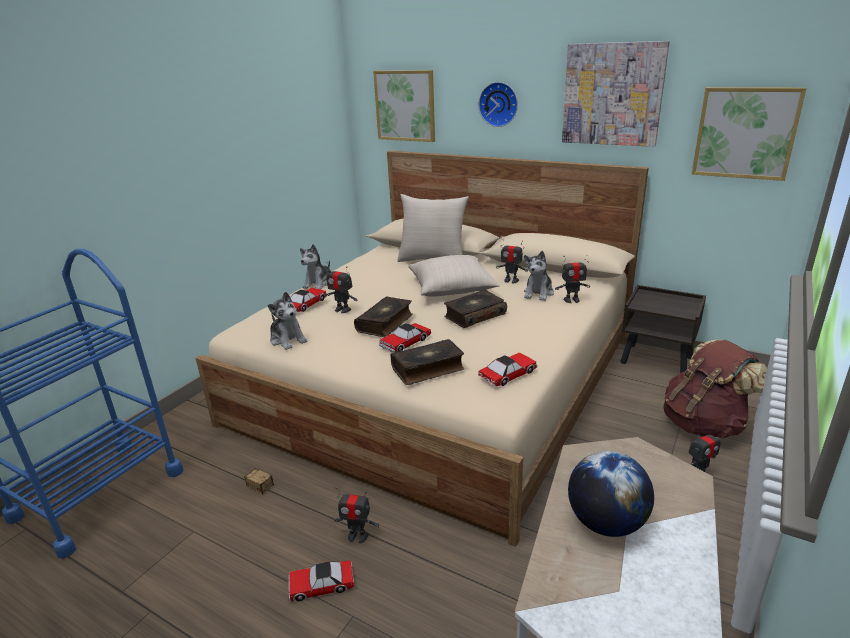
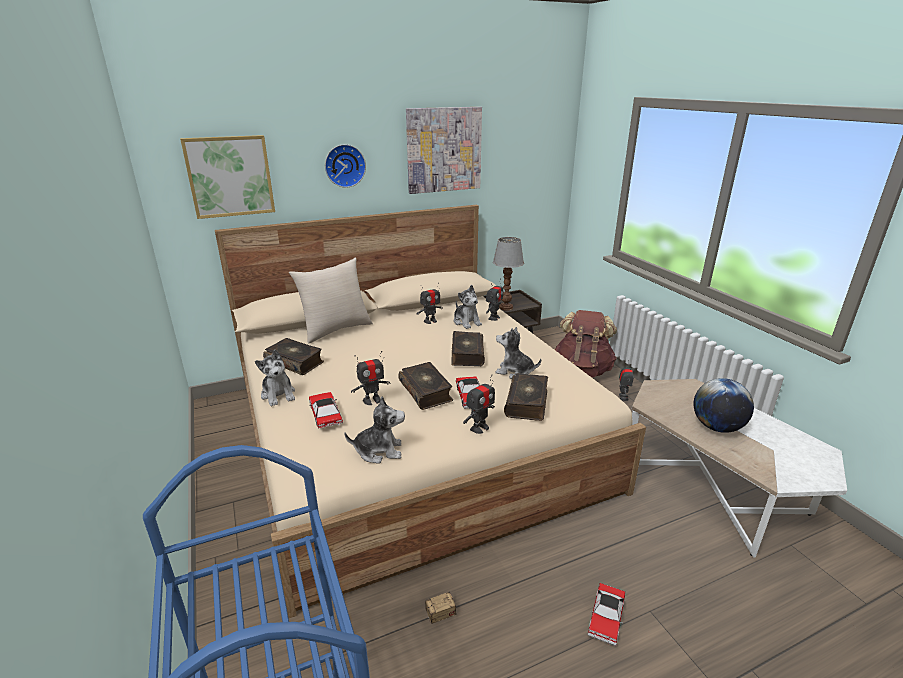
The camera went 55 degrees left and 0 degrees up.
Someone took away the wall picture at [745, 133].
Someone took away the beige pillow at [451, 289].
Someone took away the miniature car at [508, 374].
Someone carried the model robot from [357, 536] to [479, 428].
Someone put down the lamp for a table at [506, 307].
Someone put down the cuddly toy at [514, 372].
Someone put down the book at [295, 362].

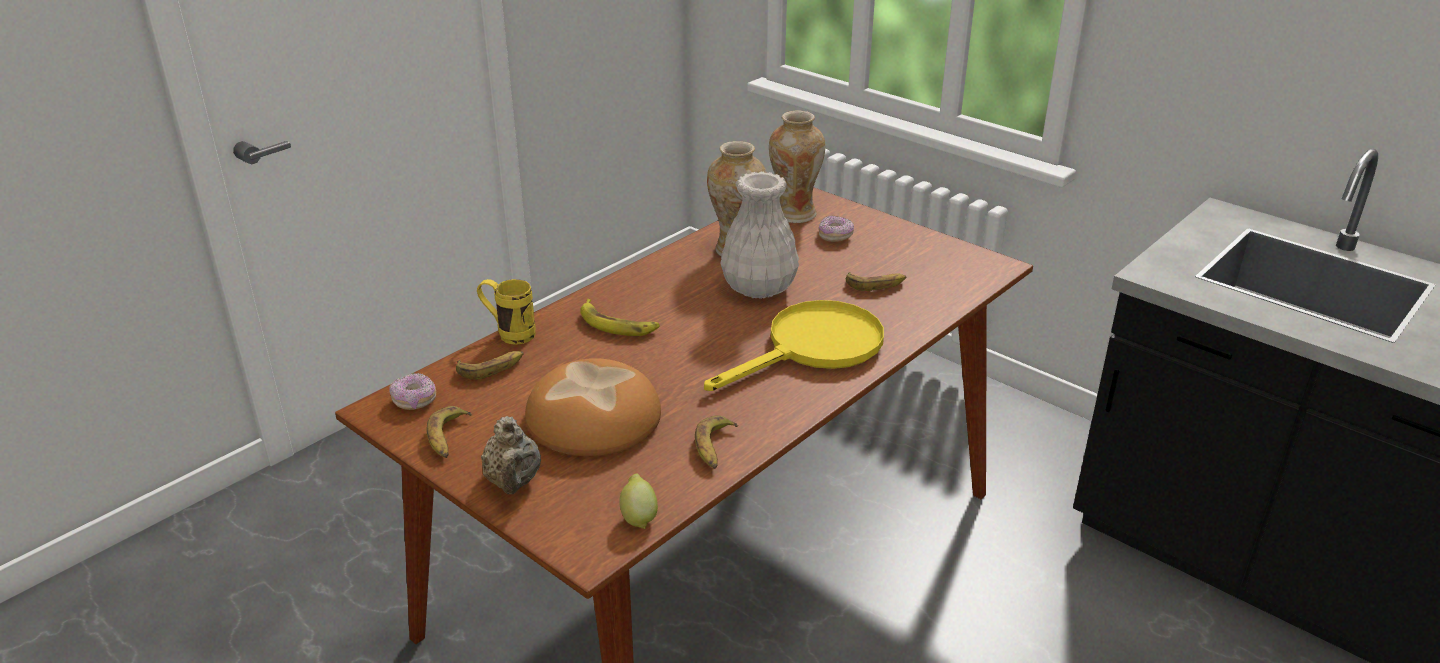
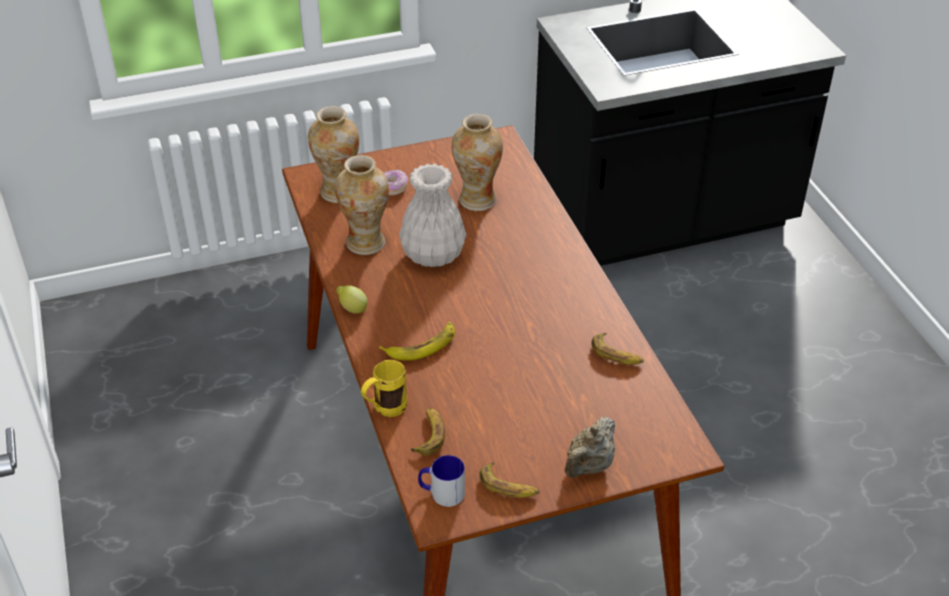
The camera went 60 degrees left and 10 degrees up.
Someone swapped the whole banana at [876, 284] for the decorative vase at [477, 200].
Someone took away the yellow-coloured skillet at [813, 348].
Someone took away the baked bread at [595, 418].
Someone swapped the ring doughnut at [414, 400] for the mug at [441, 493].
Someone rotated the beige teapot at [513, 482] by 105 degrees clockwise.
Someone carried the citrus fruit from [638, 517] to [352, 309].

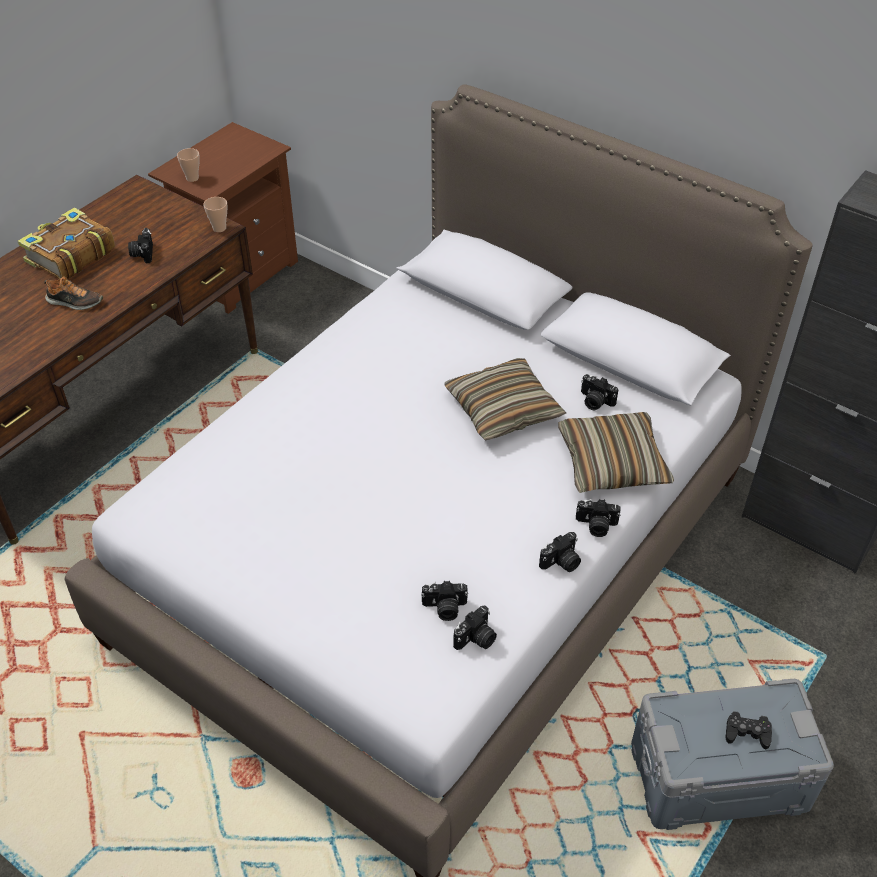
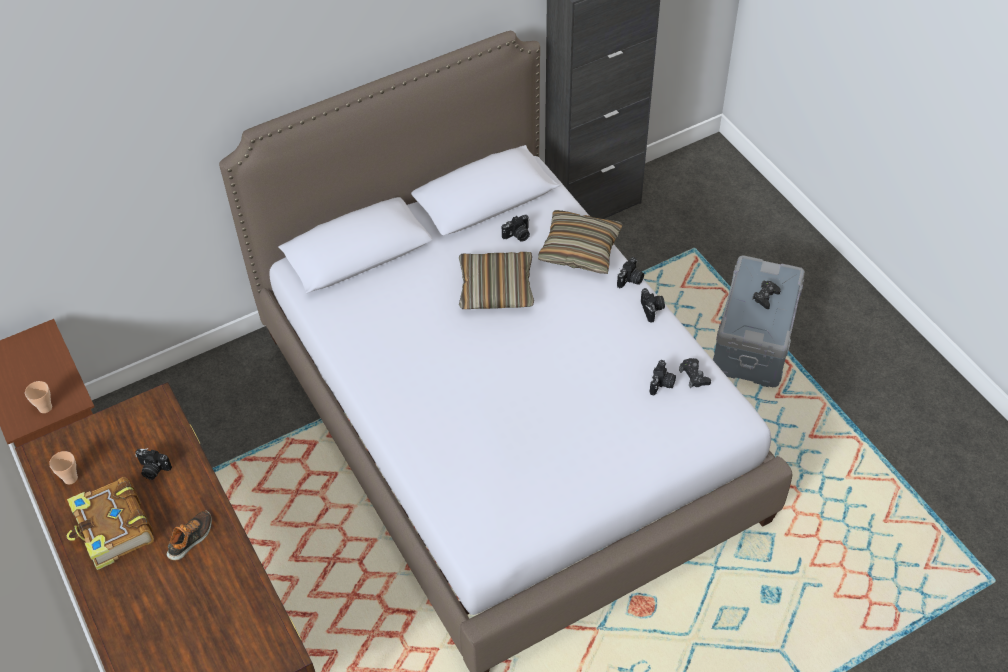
The camera went 65 degrees left and 5 degrees up.
Someone carried the drinking cup from [219, 228] to [70, 478].
Someone swapped the still camera at [476, 639] for the black-coloured joypad at [694, 376].

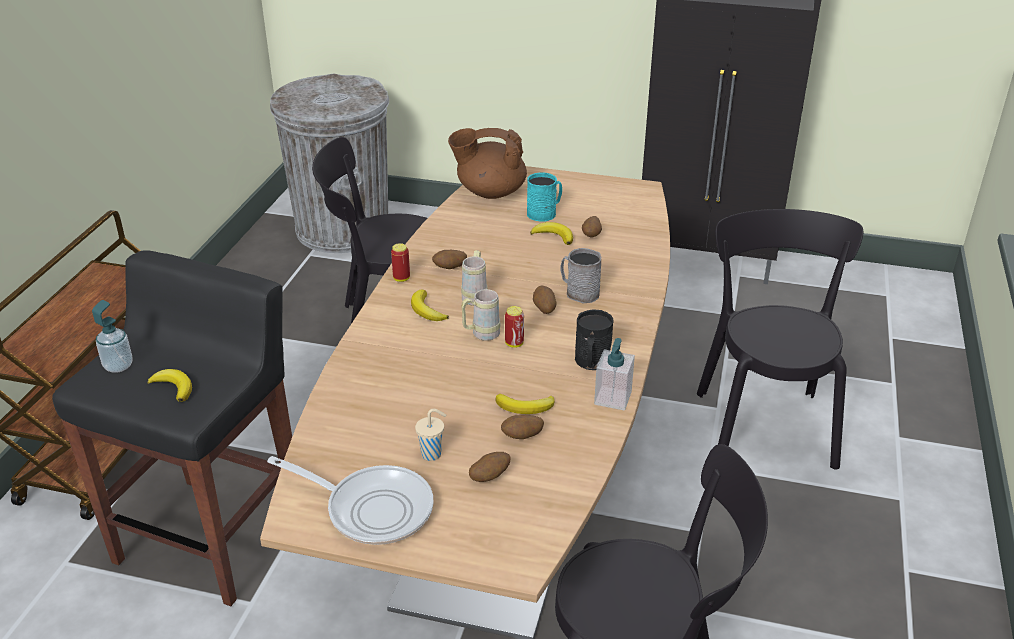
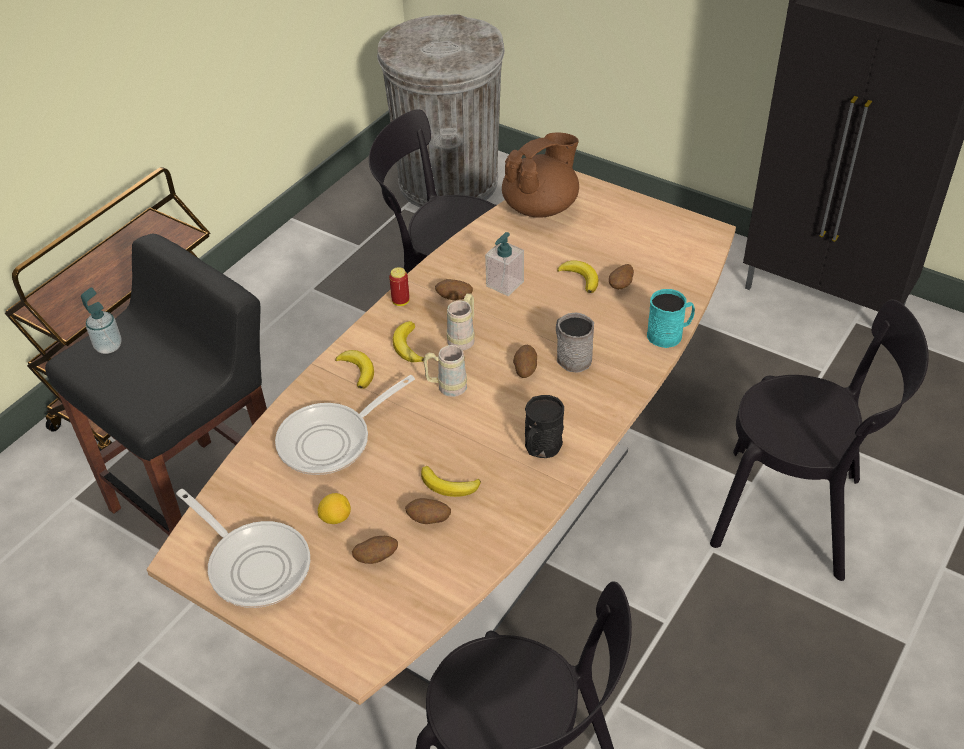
The camera went 20 degrees right and 10 degrees up.
Someone rotated the brown teapot at [490, 192] by 120 degrees clockwise.
Someone carried the turquoise-coloured mug from [545, 213] to [669, 334].
Someone rotated the black-coloured upright chair at [764, 423] by 90 degrees clockwise.
Someone took away the metal can at [514, 343].
Someone carried the soap bottle from [612, 398] to [504, 284].
Someone carried the whole banana from [173, 387] to [357, 370].
Someone swapped the beige drinking cup at [432, 454] for the citrus fruit at [335, 518].
Someone put down the skillet at [331, 440].

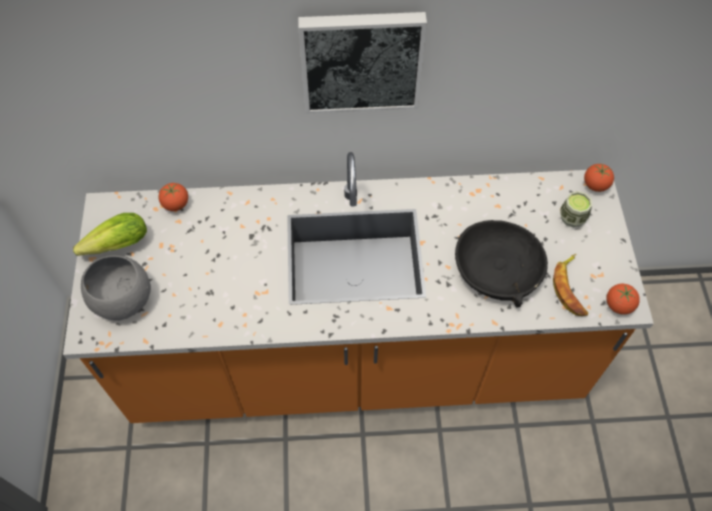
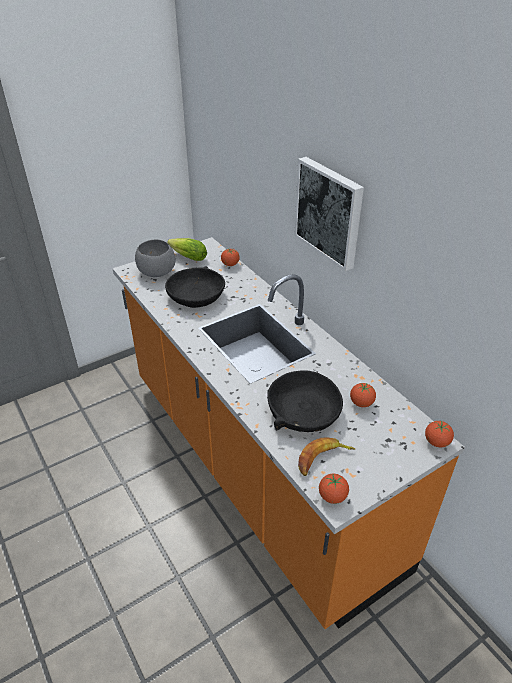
The camera went 60 degrees right and 20 degrees down.
Someone took away the drinking cup at [572, 218].
Someone put down the black-coloured bowl at [196, 295].
Someone put down the whole tomato at [361, 403].

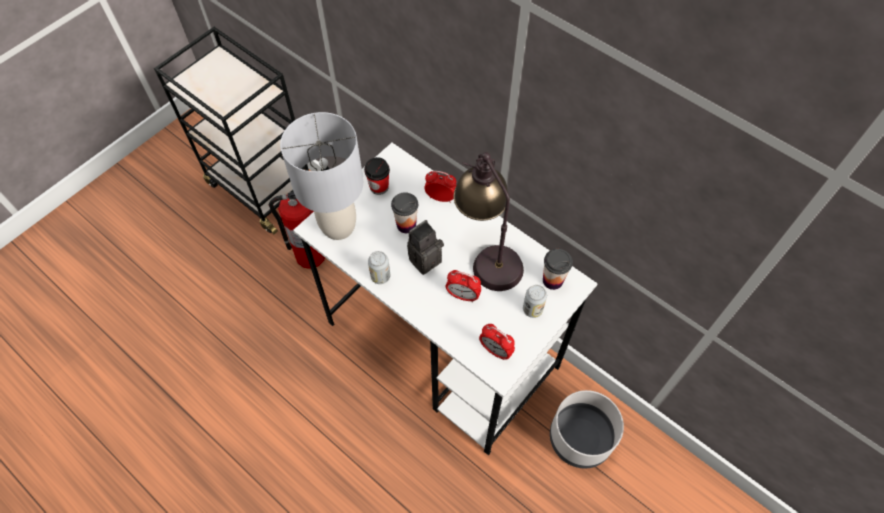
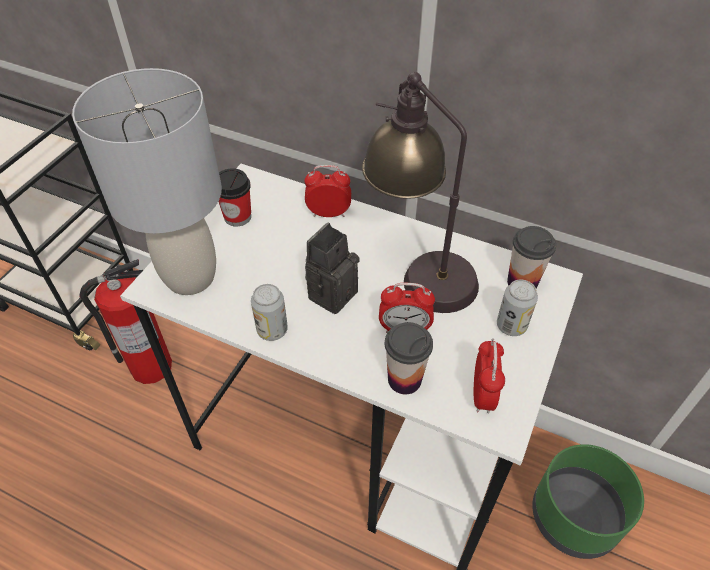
The camera went 15 degrees left and 10 degrees down.
Someone carried the drinking cup from [406, 225] to [404, 379].
Someone rotated the table clock at [495, 350] by 105 degrees counterclockwise.
Someone repainted the grey flower pot at [581, 438], which became the greenish flower pot at [575, 517].

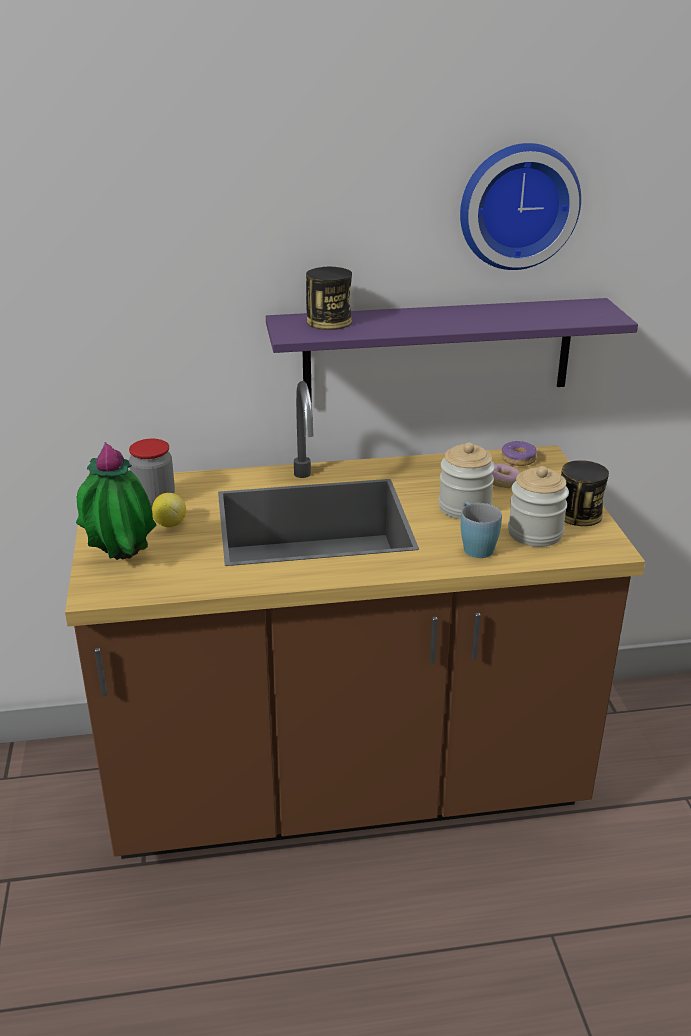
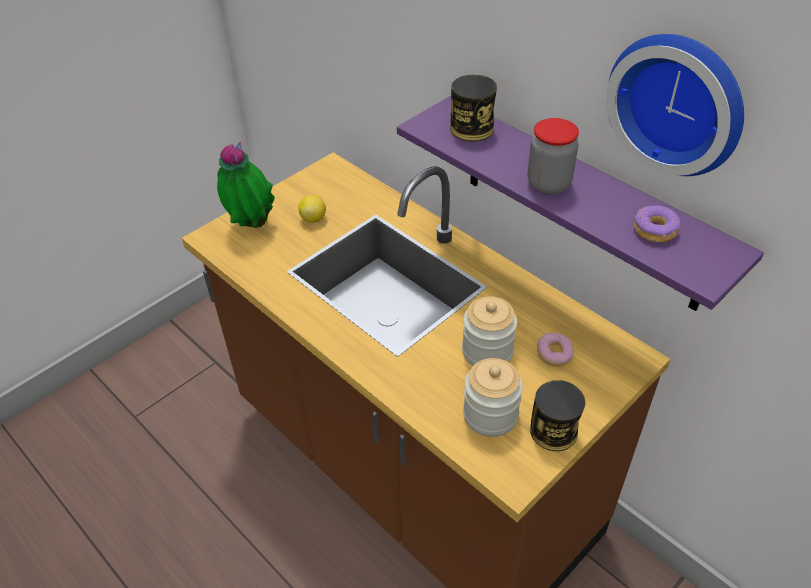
The camera went 55 degrees right and 15 degrees up.
Someone carried the preserve jar from [155, 499] to [548, 184].
Someone carried the ring doughnut from [518, 459] to [655, 230].
Someone took away the blue-coloured mug at [474, 546].

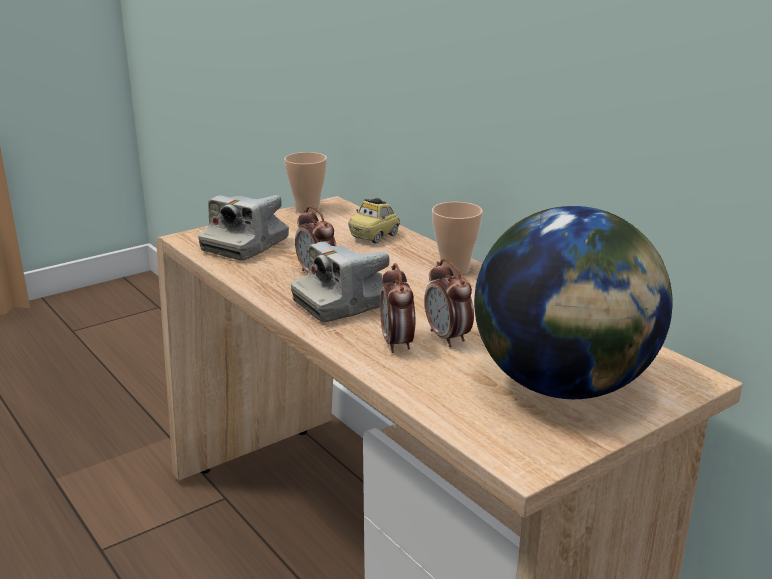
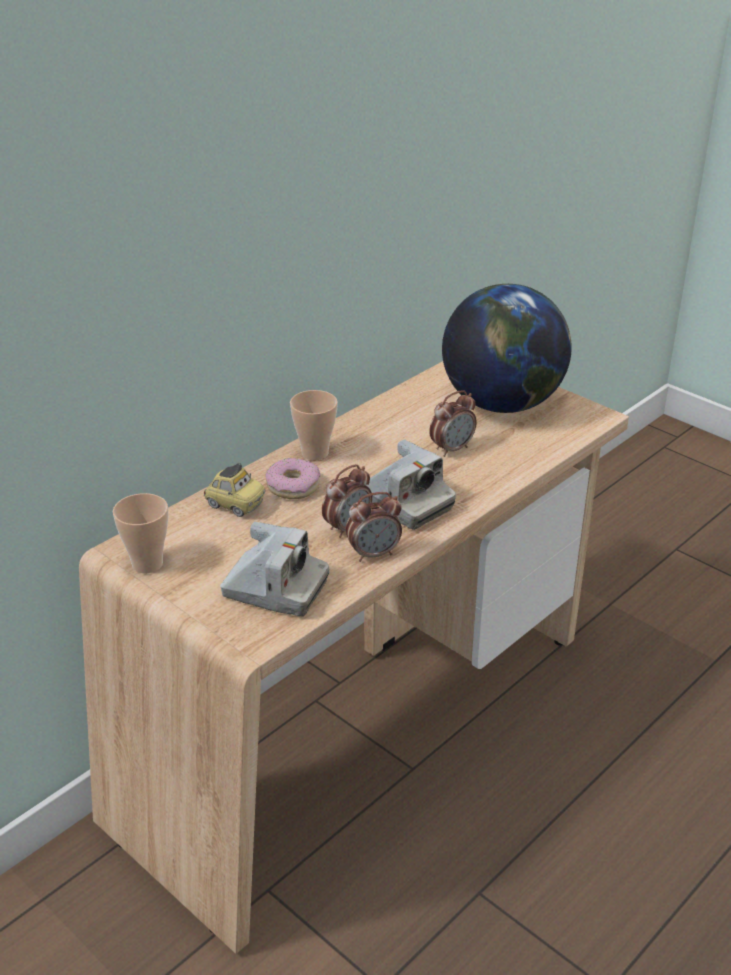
The camera went 100 degrees left and 10 degrees up.
Someone carried the table clock from [397, 344] to [374, 554].
Someone put down the ring doughnut at [293, 486].

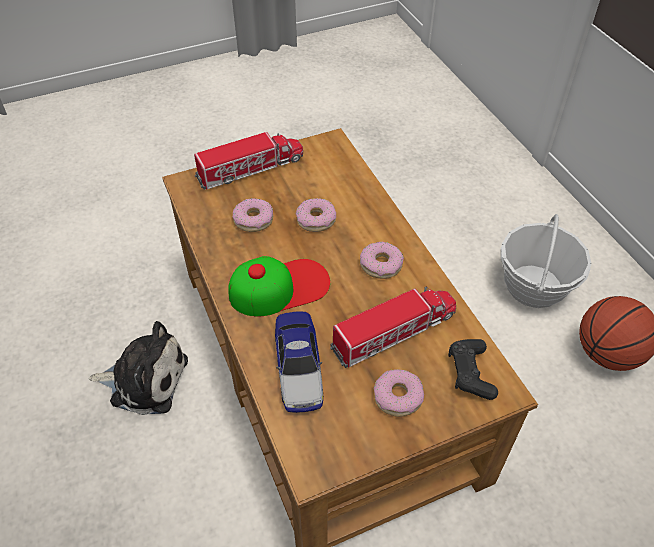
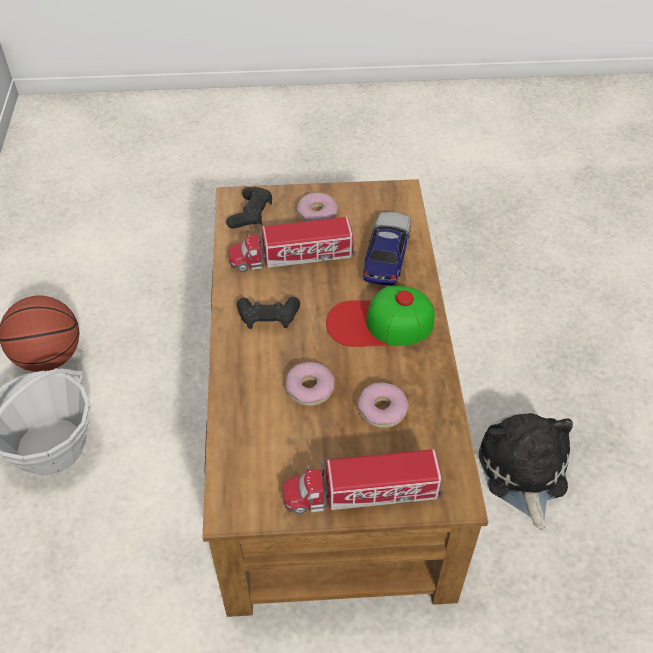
The camera went 160 degrees left and 0 degrees up.
Someone swapped the ring doughnut at [381, 265] for the black-coloured joypad at [268, 317].
Someone rotated the cuddly toy at [145, 379] by 60 degrees clockwise.

